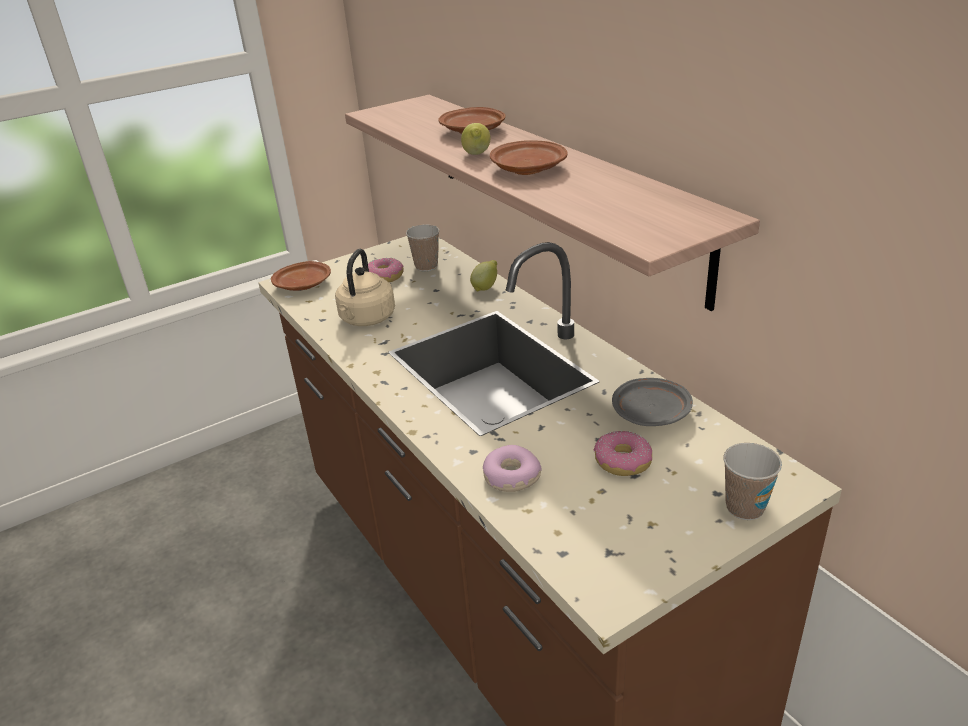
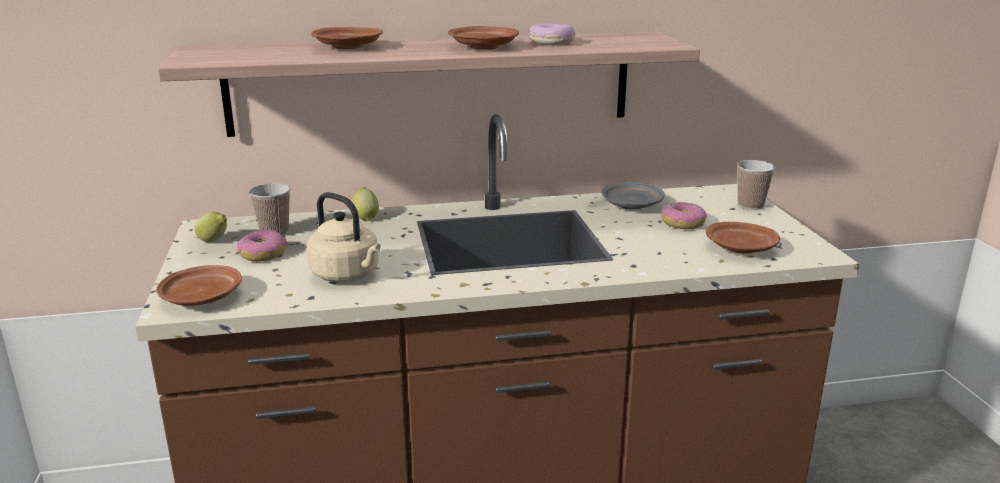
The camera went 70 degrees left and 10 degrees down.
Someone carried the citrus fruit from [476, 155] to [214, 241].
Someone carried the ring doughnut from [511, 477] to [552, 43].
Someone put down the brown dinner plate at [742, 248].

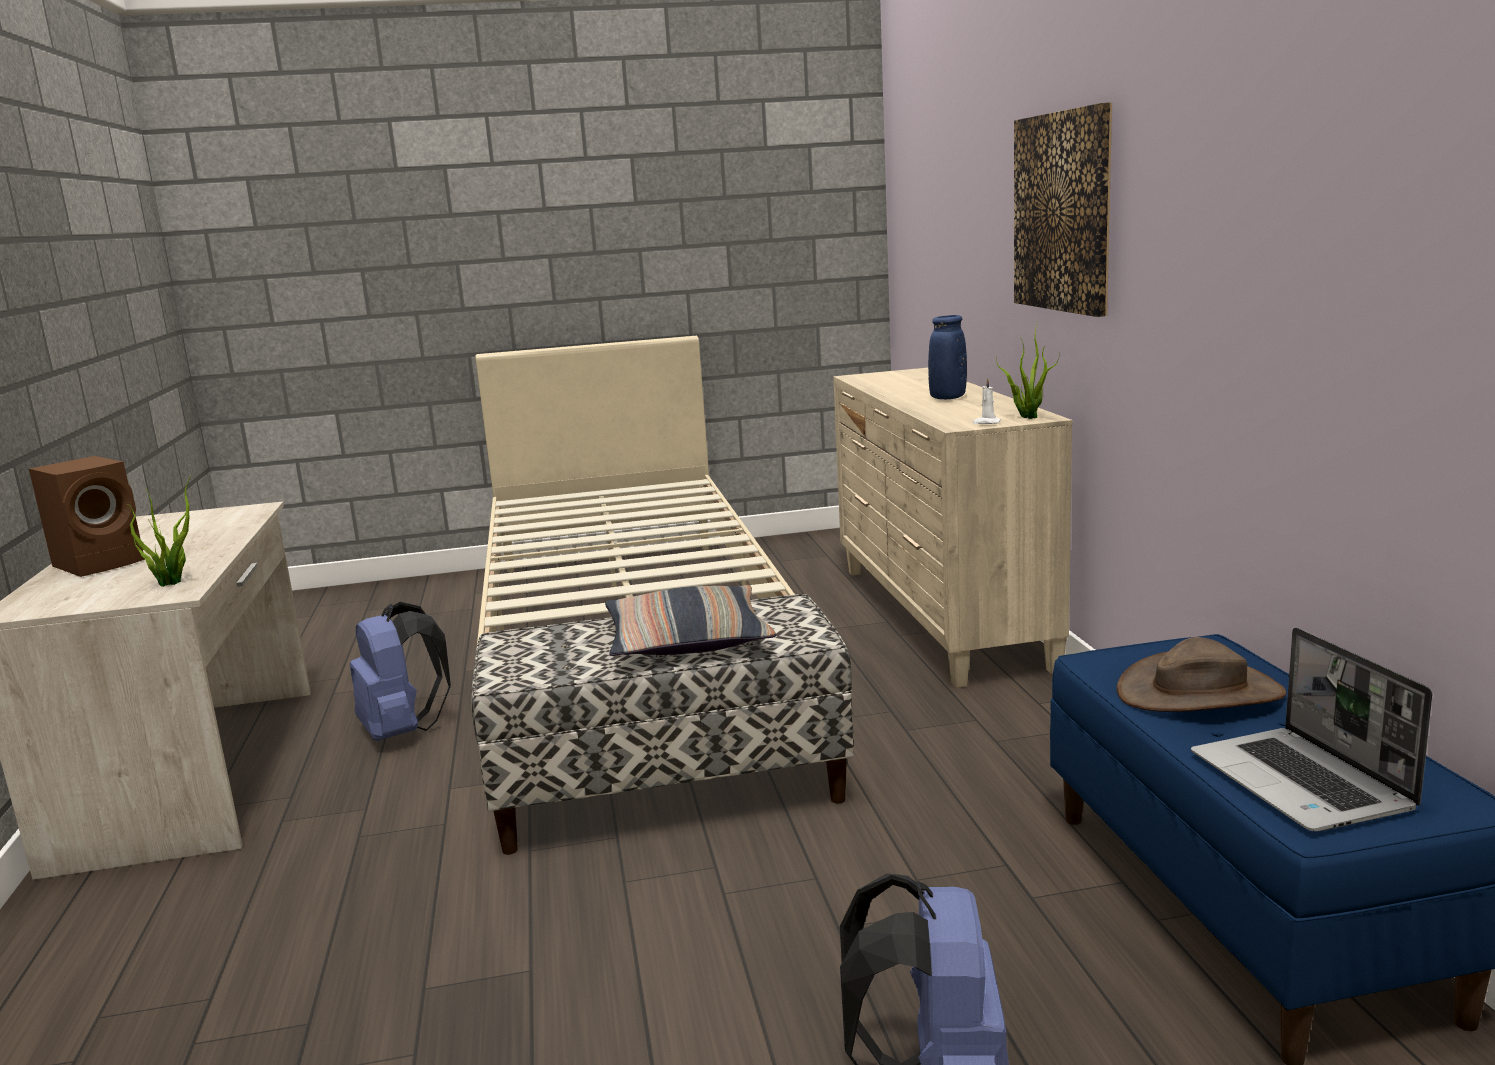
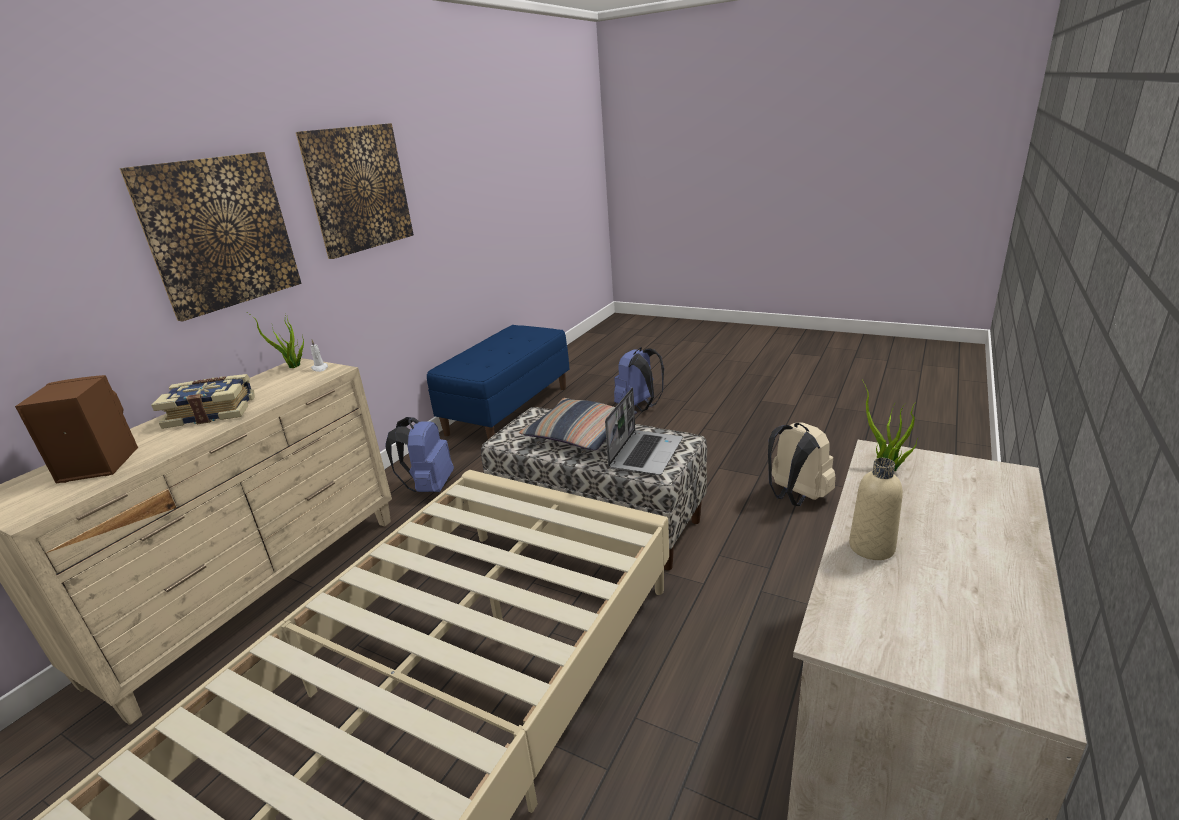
The camera went 140 degrees left and 10 degrees up.
Someone swapped the blue-coloured decorative vase at [947, 398] for the book at [212, 412].
Someone carried the brown audio speaker from [102, 563] to [97, 465].
Someone carried the blue-coloured knapsack from [403, 731] to [429, 487].
Someone carried the laptop from [1303, 783] to [645, 453].
Someone took away the brown hat at [1199, 692].
Someone put up the wall picture at [358, 189].
Someone put down the beige knapsack at [796, 497].
Someone put down the beige beverage bottle at [871, 547].

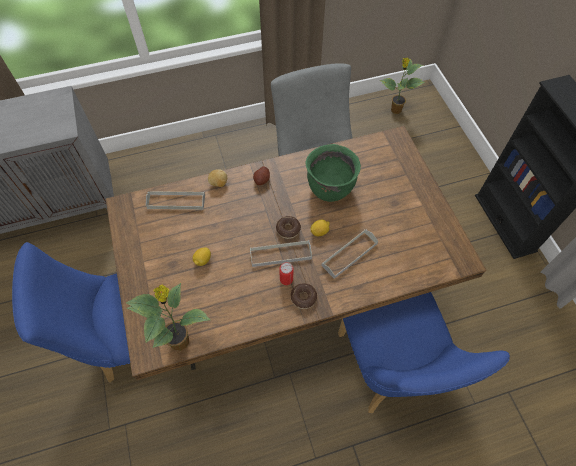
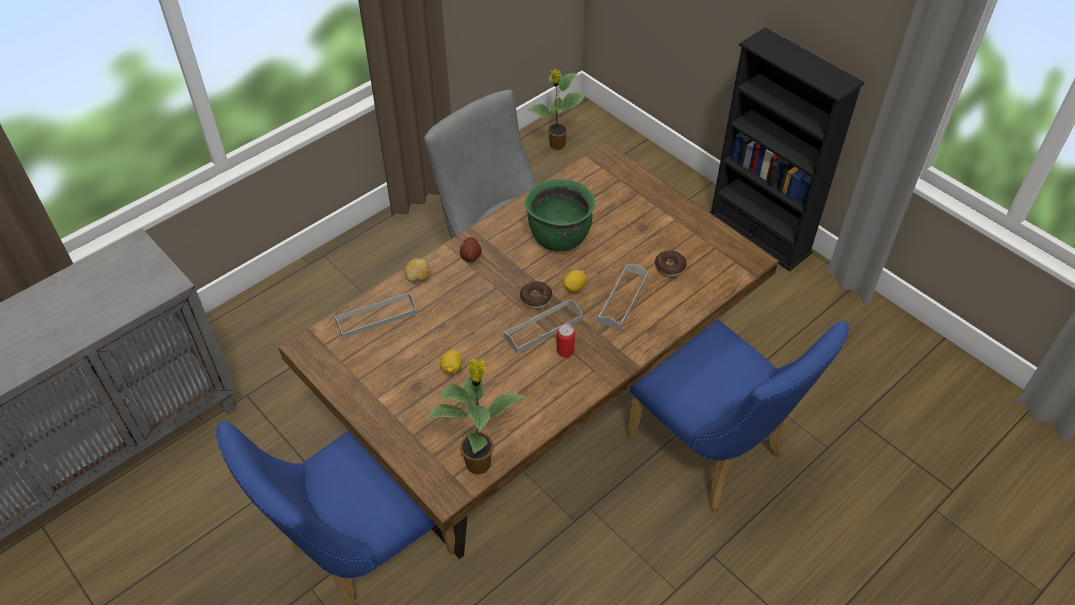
The camera went 25 degrees left and 10 degrees down.
Someone carried the ring doughnut from [303, 298] to [670, 267].

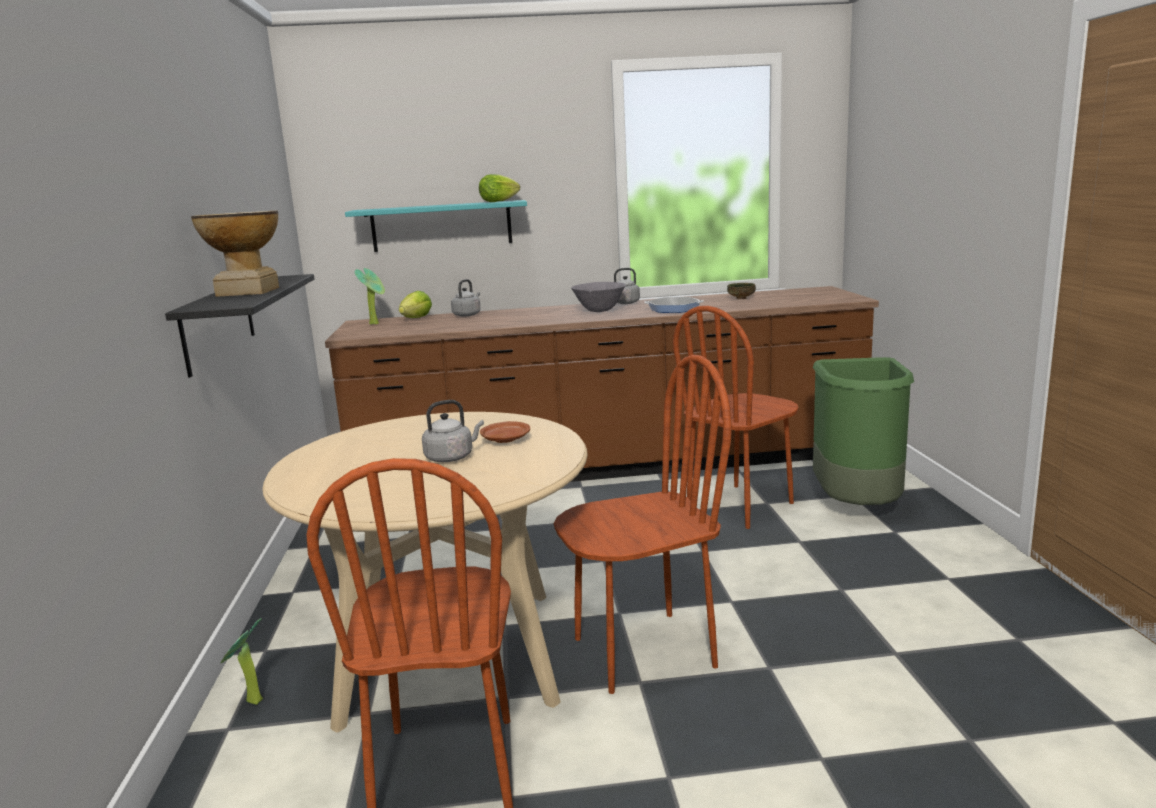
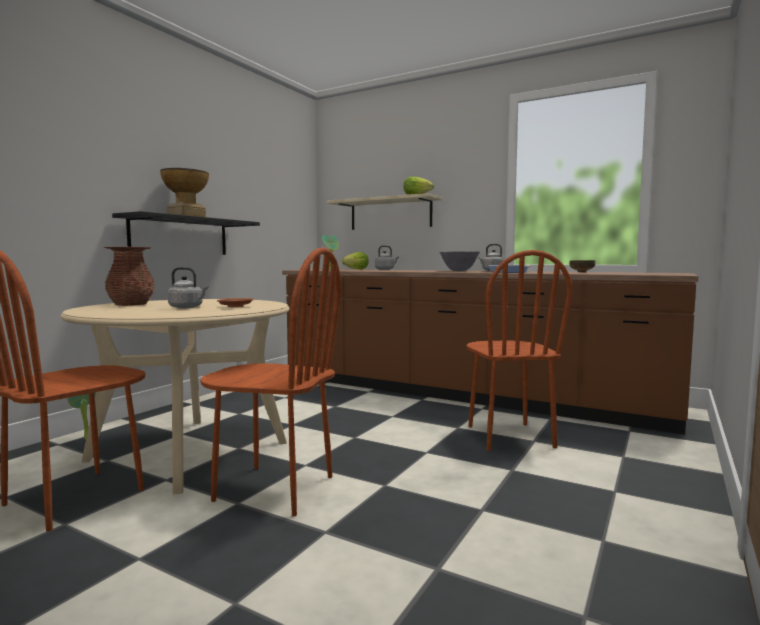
The camera went 35 degrees right and 10 degrees down.
Someone repainted the turquoise-coloured wall shelf at [441, 226], which became the beige wall shelf at [390, 214].
Someone rotated the brown upright chair at [740, 505] by 90 degrees counterclockwise.
Someone took away the greenish waste bin at [858, 507].
Someone put down the brown decorative vase at [131, 304].

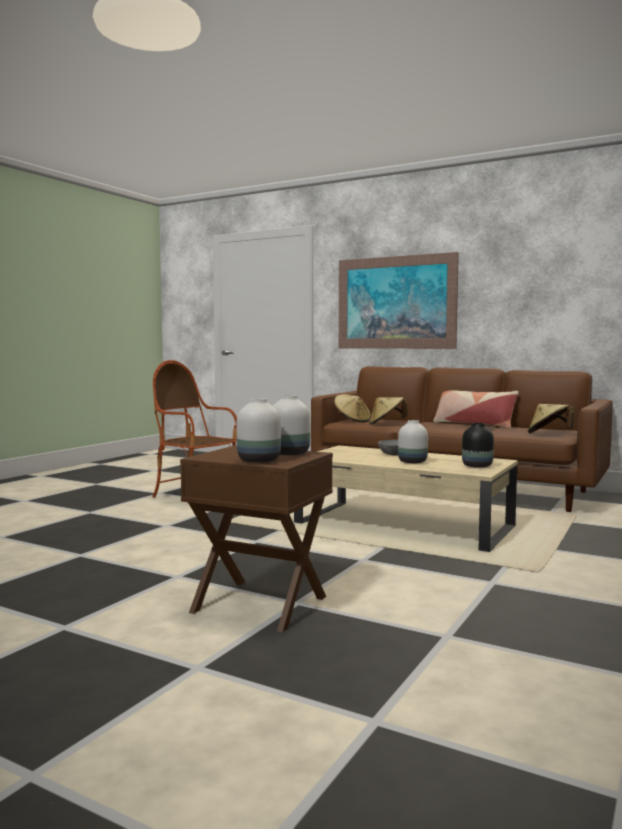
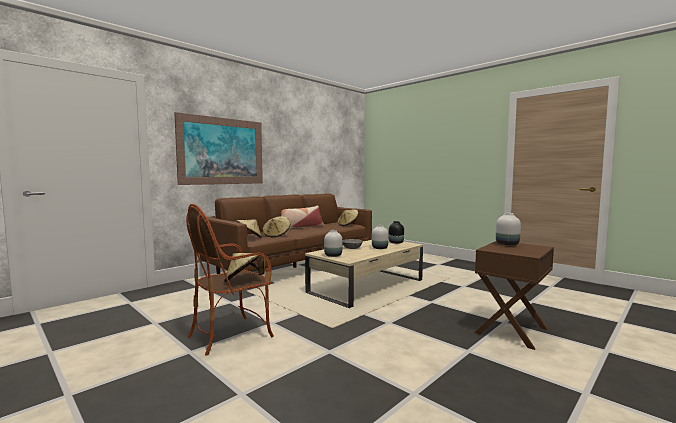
The camera went 75 degrees left and 0 degrees up.
Someone carried the white decorative vase from [258, 460] to [332, 255].
Someone put down the beige hat at [244, 280].

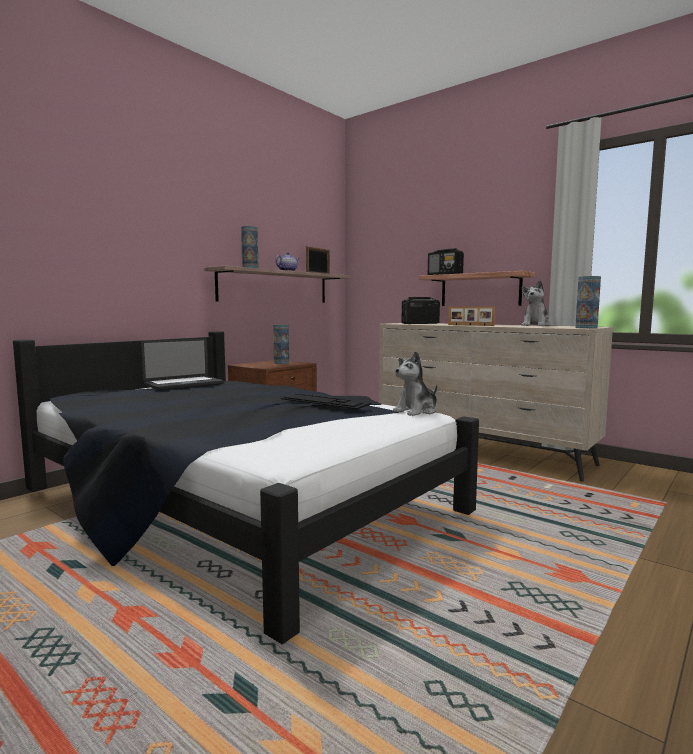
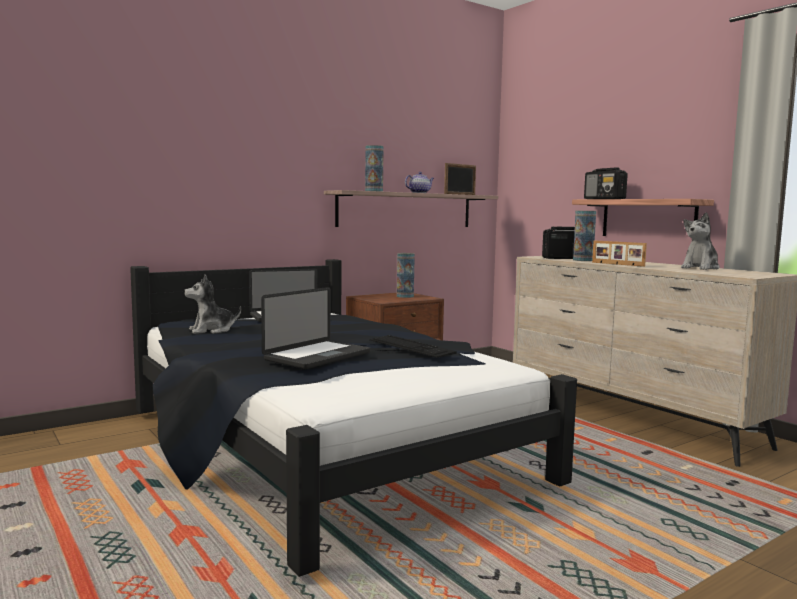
The camera went 15 degrees right and 0 degrees up.
Someone carried the decorative vase from [586, 328] to [583, 260].
Someone carried the cuddly toy from [416, 411] to [211, 330].
Someone put down the laptop at [318, 356].

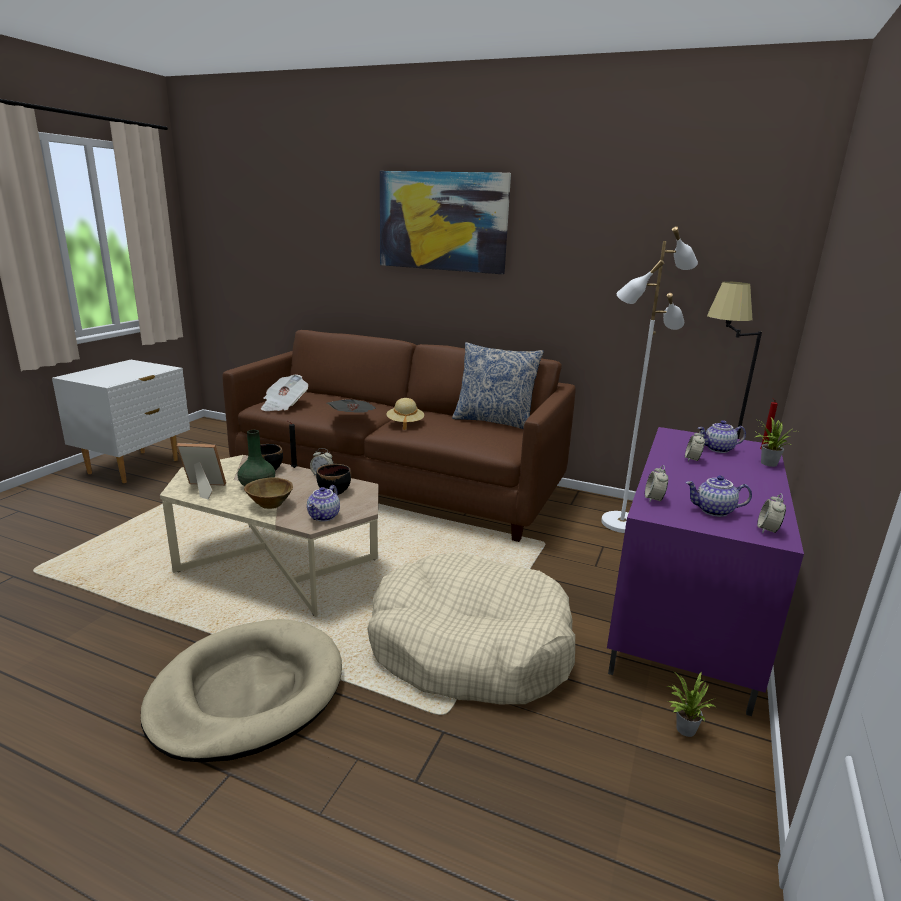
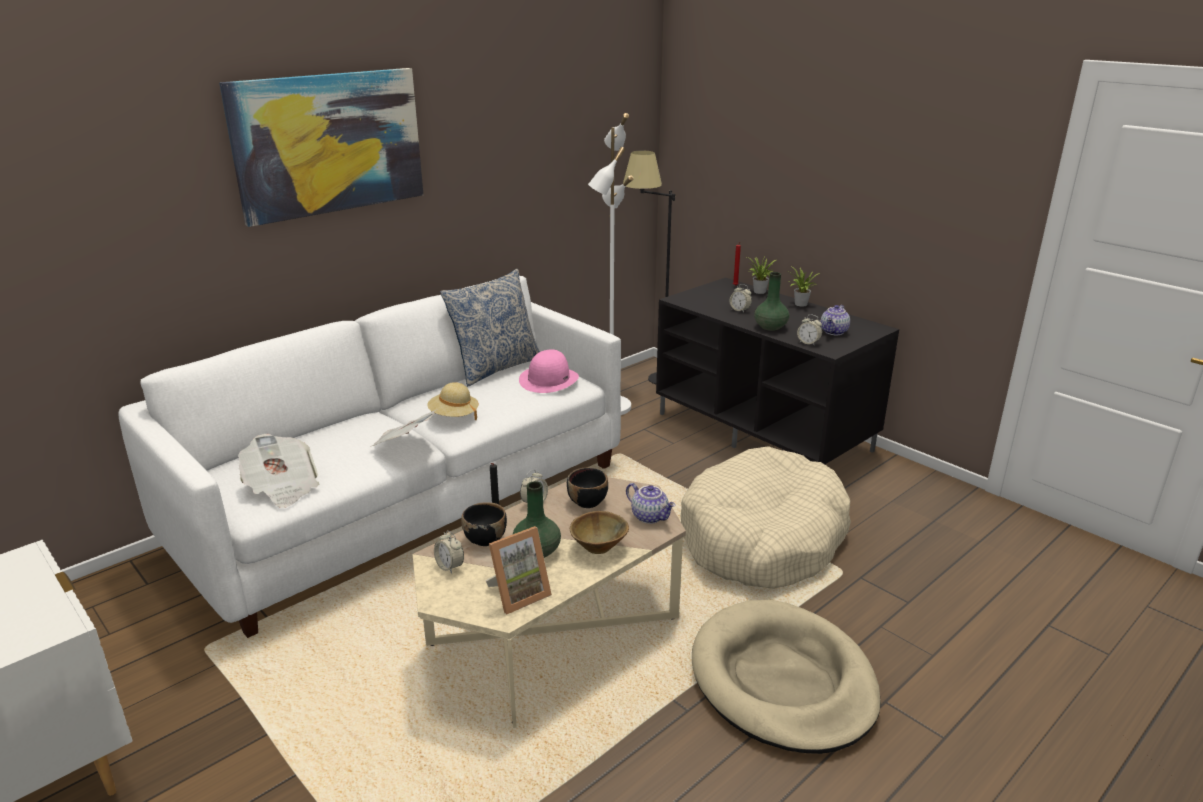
The camera went 65 degrees left and 5 degrees up.
Someone repainted the brown settee at [398, 483], which became the white settee at [408, 505].
Someone took away the teapot at [718, 449].
Someone repainted the purple tv stand at [687, 617], which became the black-coloured tv stand at [765, 432].
Someone rotated the photo frame at [203, 489] by 150 degrees counterclockwise.
Someone carried the table clock from [767, 530] to [450, 566].
Someone carried the potted plant from [683, 728] to [799, 304].
Someone put down the greenish decorative vase at [770, 327].
Someone put down the pink hat at [549, 379].

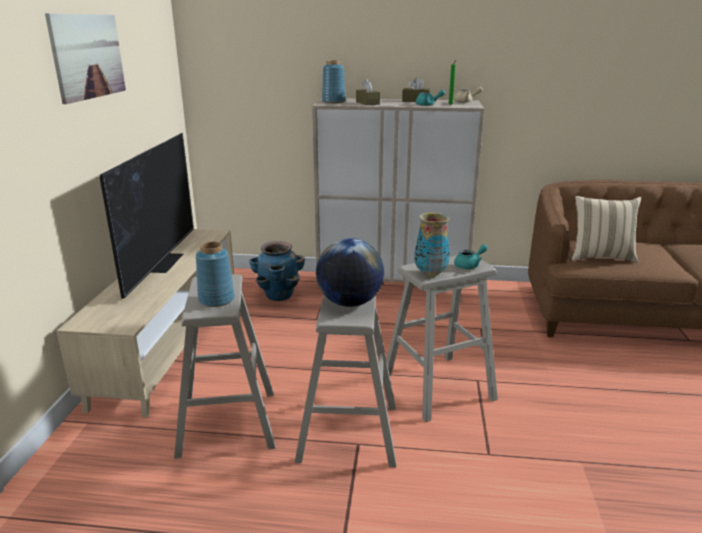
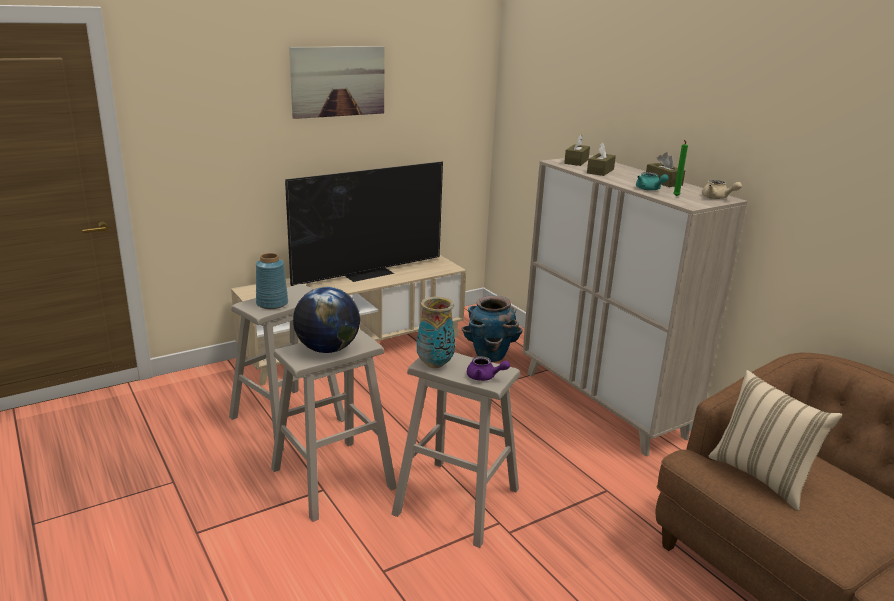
The camera went 50 degrees right and 0 degrees up.
Someone swapped the blue-coloured decorative vase at [333, 102] for the brown tissue box at [576, 161].
Someone repainted the turquoise-coloured teapot at [470, 265], which became the purple teapot at [484, 377].

